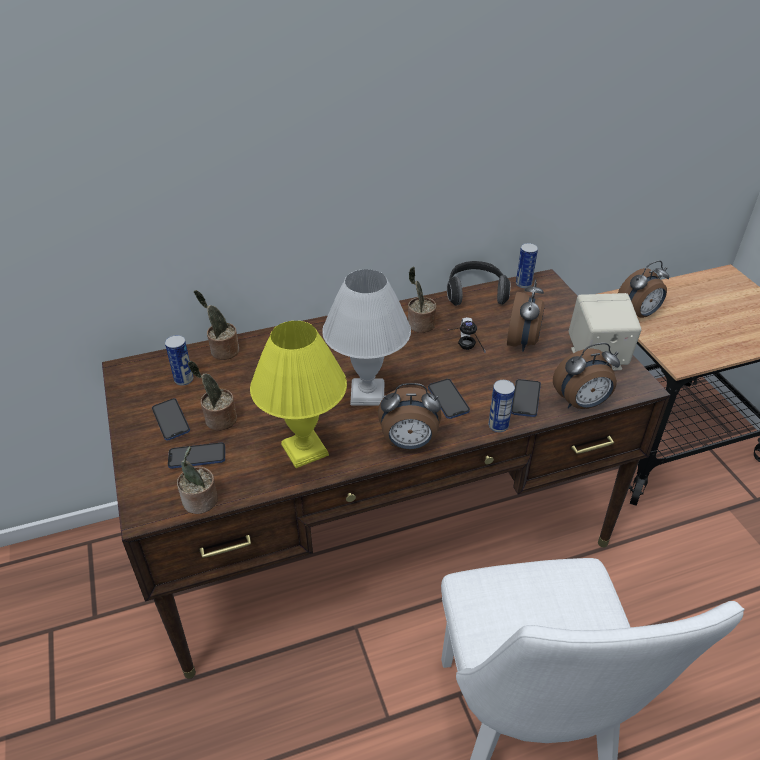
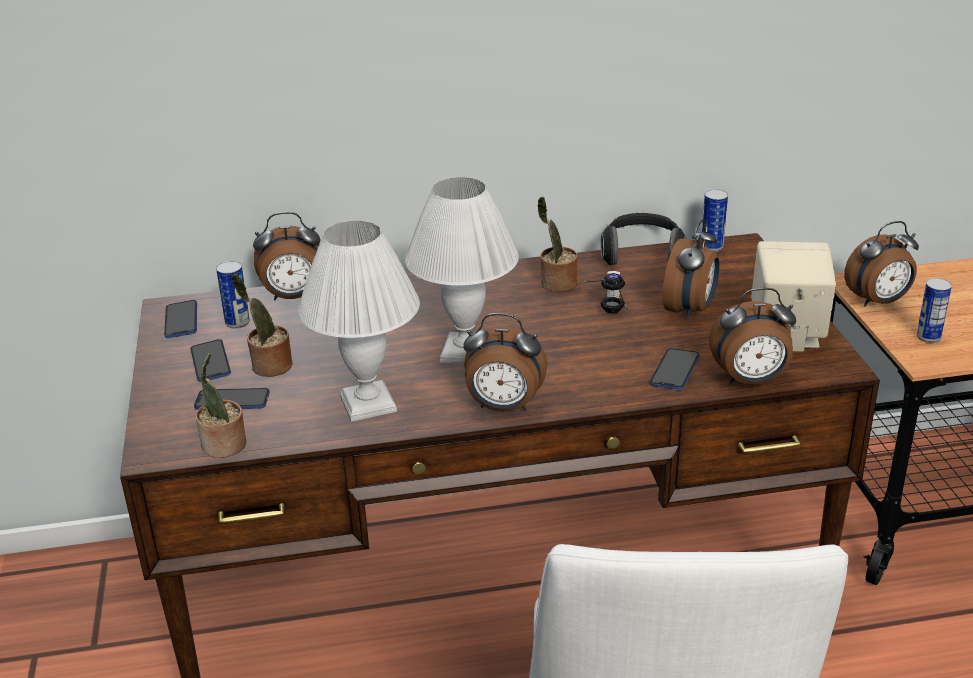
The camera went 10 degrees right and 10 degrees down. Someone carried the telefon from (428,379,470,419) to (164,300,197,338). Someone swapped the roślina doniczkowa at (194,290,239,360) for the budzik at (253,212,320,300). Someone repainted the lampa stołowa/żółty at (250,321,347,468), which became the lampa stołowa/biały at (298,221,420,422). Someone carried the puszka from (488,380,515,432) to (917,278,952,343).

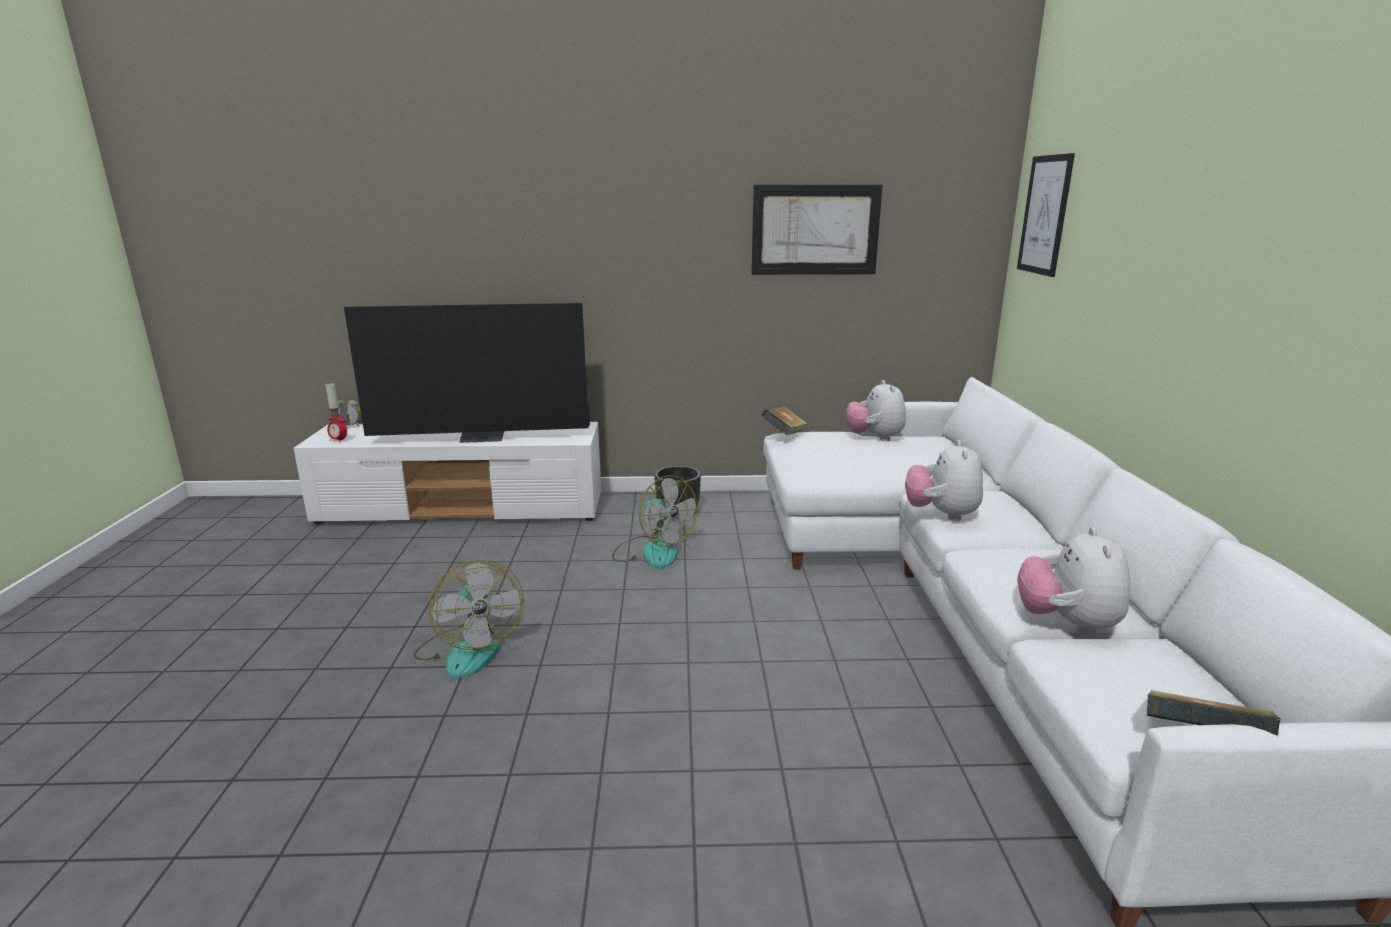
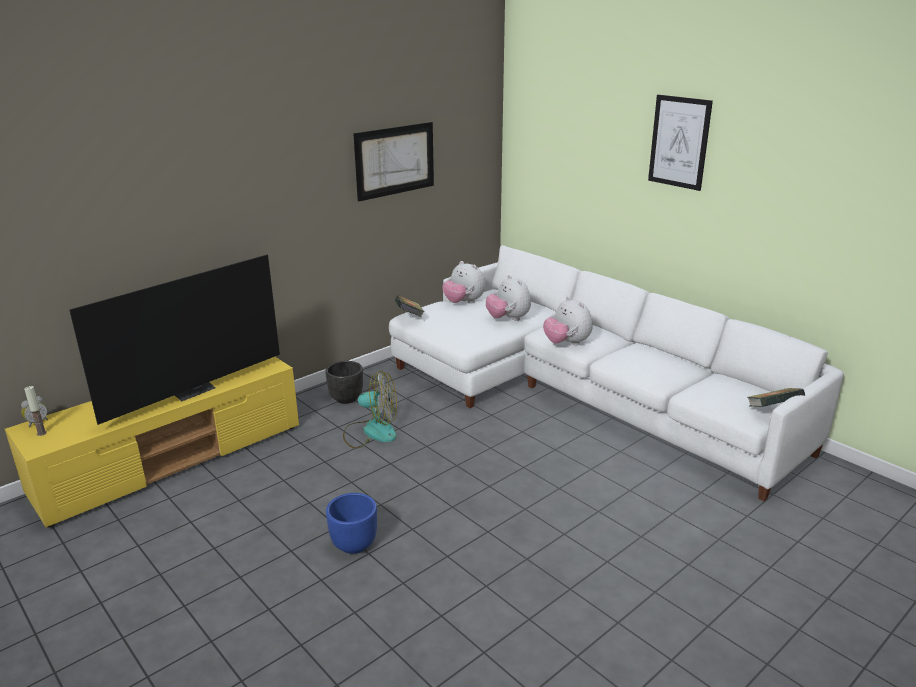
The camera went 40 degrees left and 5 degrees up. Someone repainted the szafka pod telewizor/biały at (293,422,601,524), which became the szafka pod telewizor/żółty at (5,357,299,527). Someone swapped the wentylator at (413,559,524,679) for the donica/niebieski at (326,493,377,554). Someone carried the pluszak from (1017,527,1130,635) to (486,275,531,321). Someone carried the obraz from (1017,153,1075,277) to (648,95,713,191). Someone took away the budzik at (327,412,347,443).

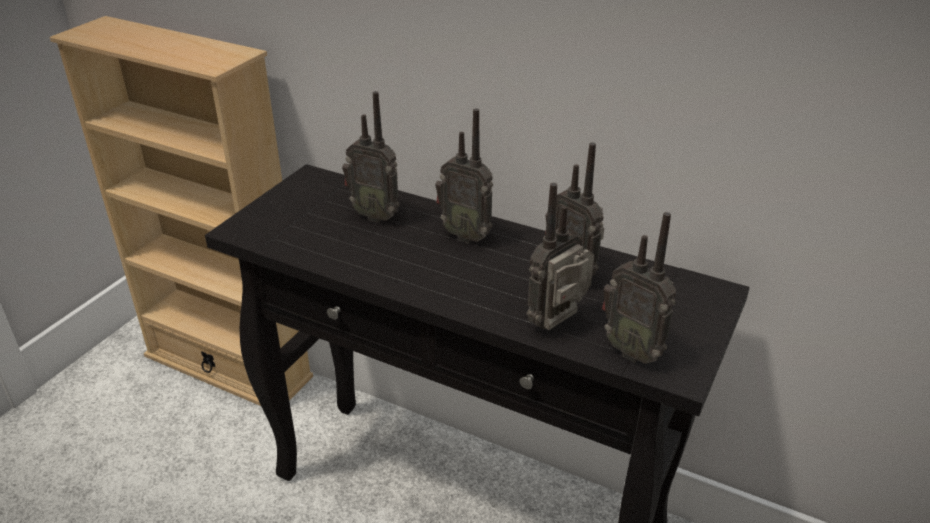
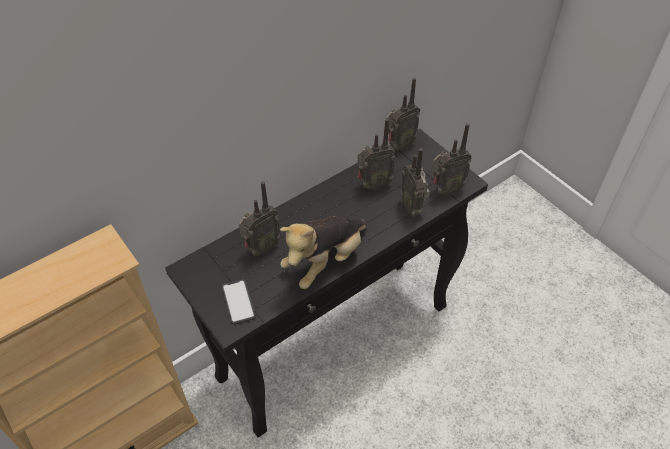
The camera went 65 degrees left and 15 degrees up. Someone put down the telefon at (222,279,256,324). Someone put down the pluszak at (280,215,367,289). Someone carried the radio from (435,108,493,243) to (386,78,420,151).

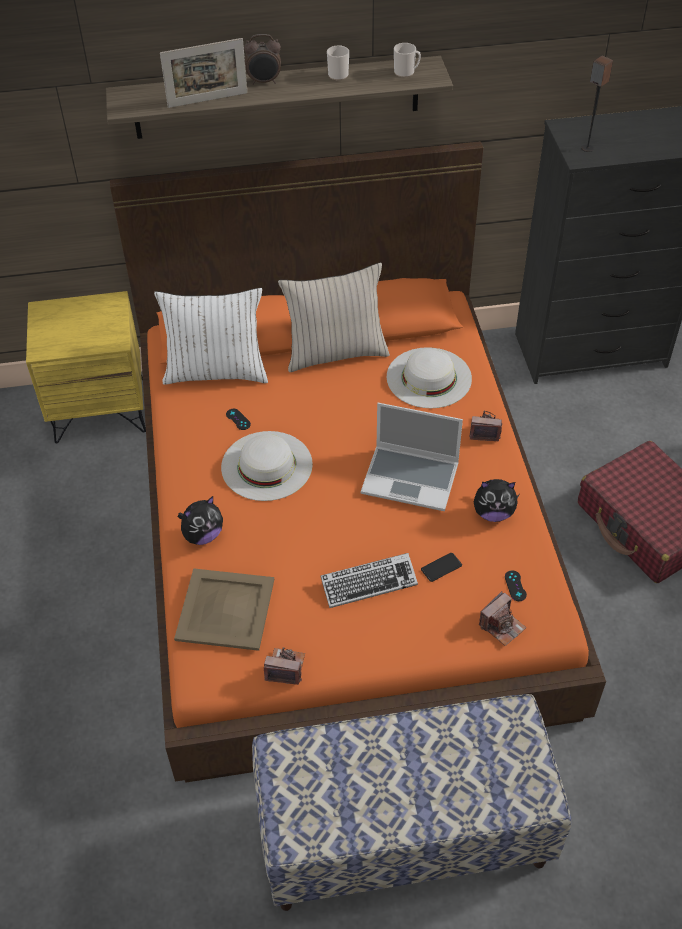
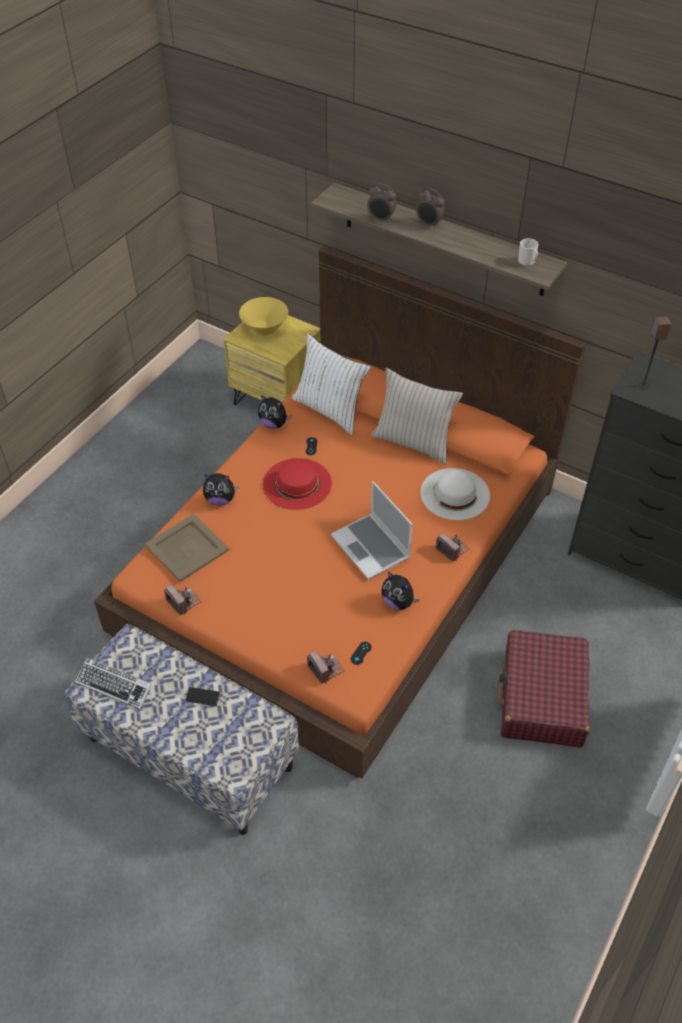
The camera went 40 degrees right and 0 degrees up. Someone carried the klawiatura from (320,553,418,608) to (75,658,152,710). Someone carried the telefon from (421,553,462,582) to (185,687,220,706). Someone put down the miska/żółty at (239,297,288,335). Someone put down the pluszak at (258,395,292,429). Someone repainted the kapelusz/biały at (221,431,313,501), which became the kapelusz/czerwony at (263,458,332,510). Someone rotated the aparat fotograficzny at (479,591,526,646) by 120 degrees counterclockwise. Someone swapped the ramka na zdjęcie at (160,38,247,108) for the budzik at (367,183,396,223). Someone took away the kubek at (327,46,349,80).

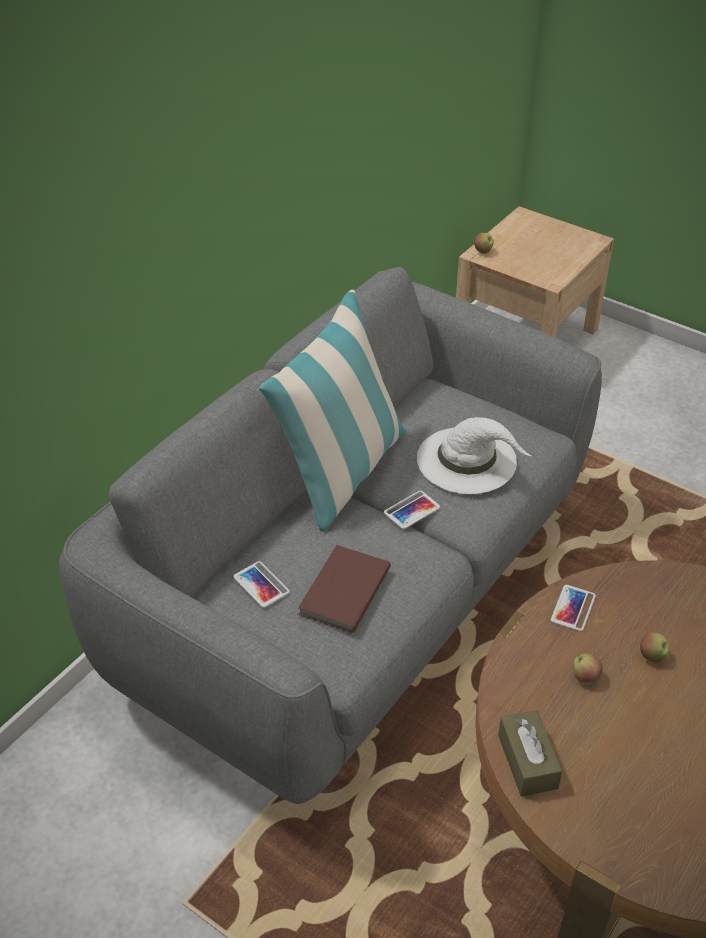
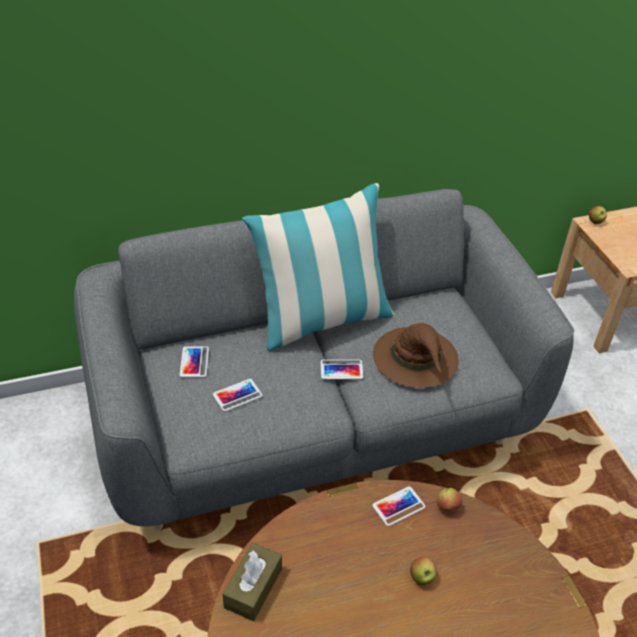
The camera went 35 degrees right and 0 degrees up. Someone swapped the książka/brązowy at (298,545,391,633) for the telefon at (213,379,263,412). Someone repainted the kapelusz/biały at (417,417,531,494), which became the kapelusz/brązowy at (373,323,459,388). Someone carried the jabłko from (573,653,603,684) to (437,488,462,512).

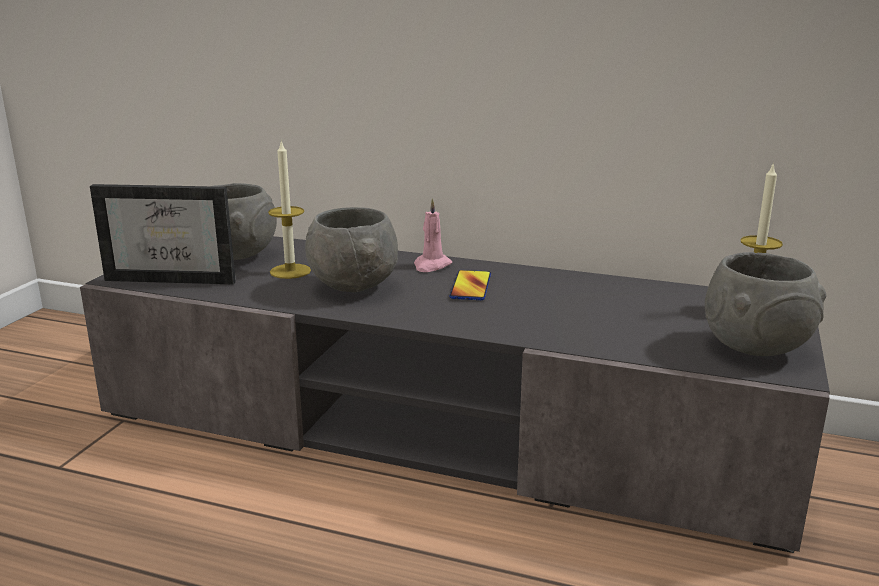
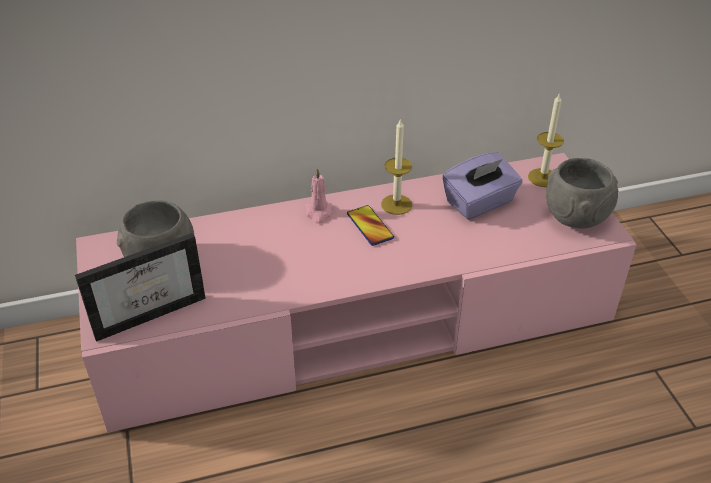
The camera went 35 degrees left and 20 degrees up. Someone repainted the szafka pod telewizor/szary at (80,236,830,553), which became the szafka pod telewizor/różowy at (76,153,637,432). Someone carried the świeca from (268,140,311,279) to (381,118,413,215). Someone put down the pudełko chusteczek/fioletowy at (442,152,523,220). Someone took away the miska/szary at (305,207,398,292).

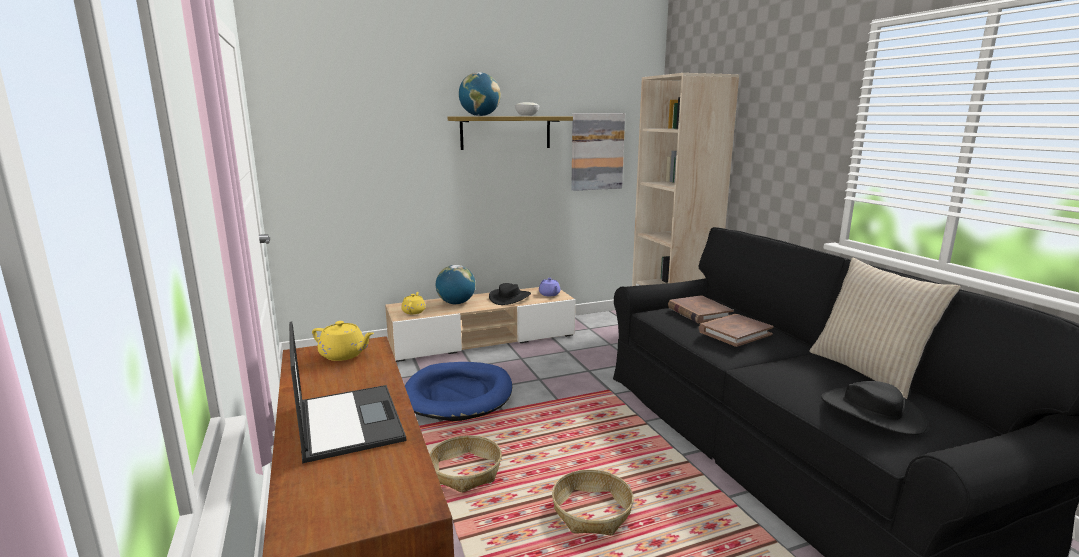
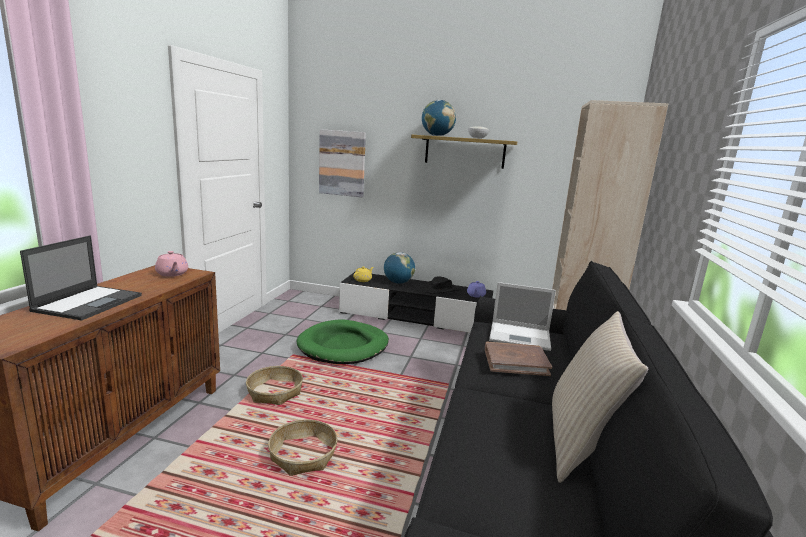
The camera went 35 degrees right and 0 degrees up. Someone repainted the imbryk/żółty at (312,321,374,361), which became the imbryk/różowy at (155,251,188,277). Someone repainted the legowisko/niebieski at (405,362,512,421), which became the legowisko/zielony at (296,319,389,364). Someone carried the obraz from (571,113,625,191) to (319,129,366,197). Someone repainted the szafka pod telewizor/beżowy at (385,287,575,362), which became the szafka pod telewizor/czarny at (339,272,493,333). Someone swapped the książka/brązowy at (668,295,734,323) for the laptop at (489,282,556,351). Someone took away the kapelusz/czarny at (821,381,927,435).

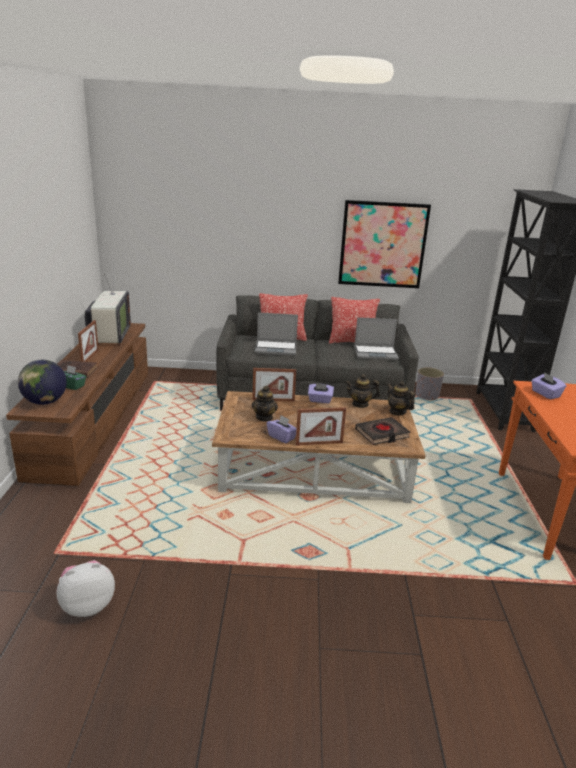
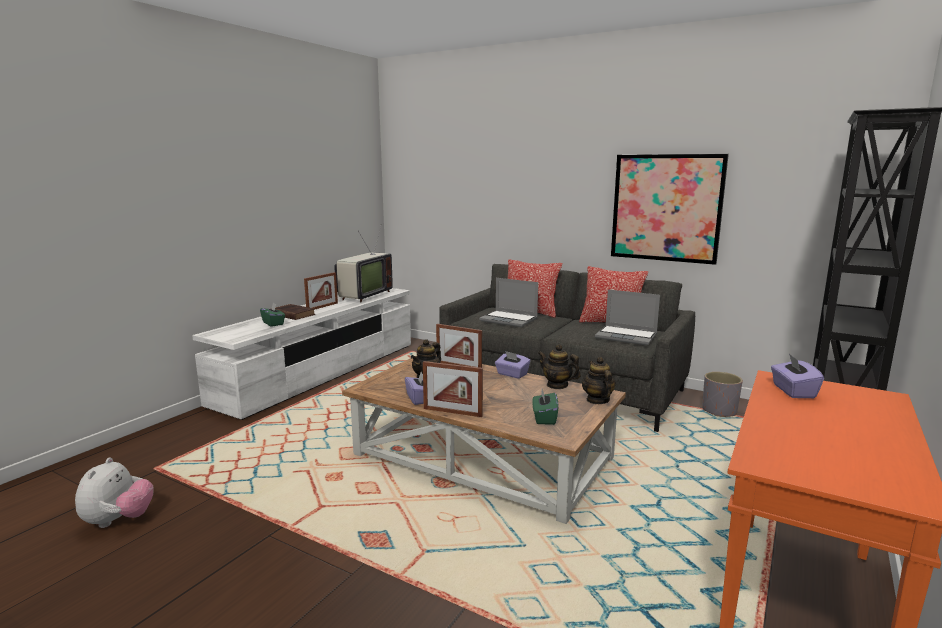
The camera went 30 degrees right and 10 degrees down. Someone rotated the pluszak at (57,560,115,617) by 90 degrees clockwise. Someone repainted the szafka pod telewizor/brązowy at (6,323,148,486), which became the szafka pod telewizor/biały at (192,288,411,420). Someone swapped the książka/czarny at (355,417,411,445) for the pudełko chusteczek/zielony at (533,389,559,425). Someone took away the globus at (18,360,67,405).

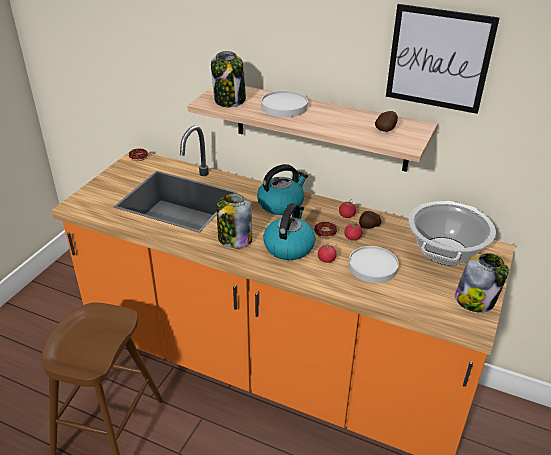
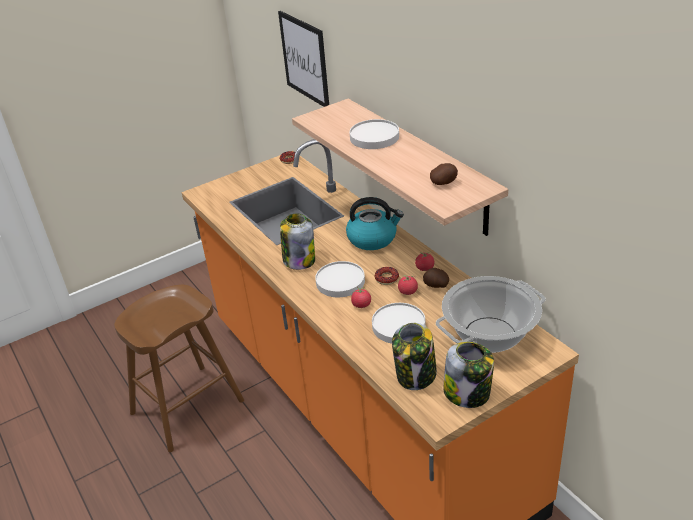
The camera went 35 degrees right and 0 degrees up. Someone carried the obraz from (386,4,500,114) to (278,11,329,107). Someone swapped the czajnik at (263,203,315,260) for the talerz/biały at (315,261,365,297). Someone carried the słoik from (211,51,246,107) to (392,323,437,390).

